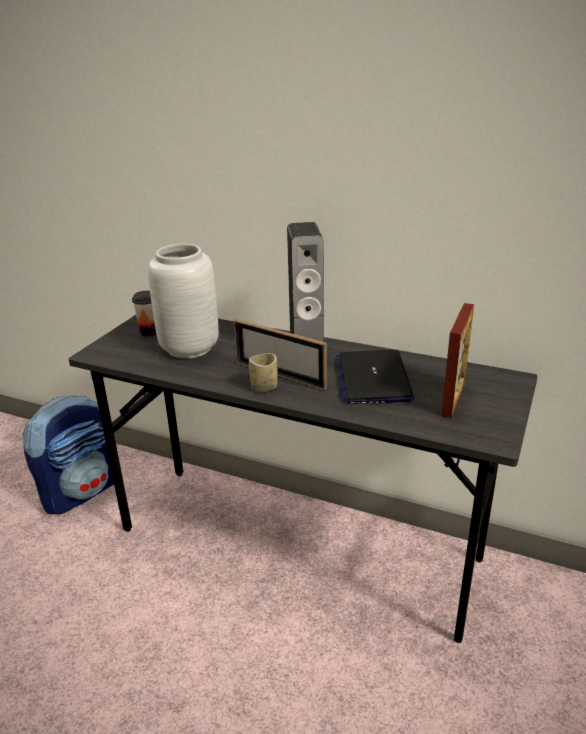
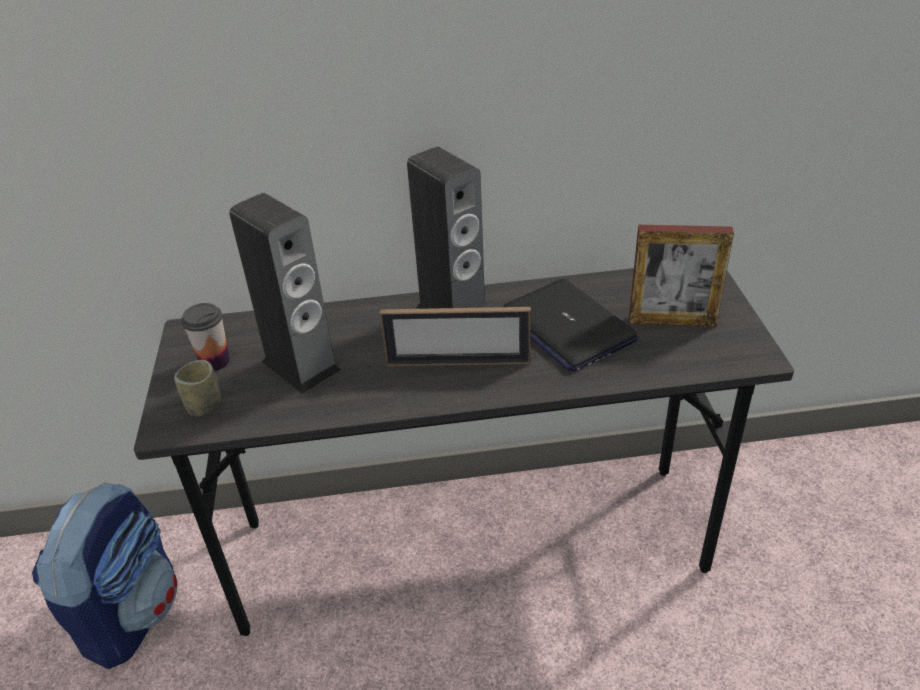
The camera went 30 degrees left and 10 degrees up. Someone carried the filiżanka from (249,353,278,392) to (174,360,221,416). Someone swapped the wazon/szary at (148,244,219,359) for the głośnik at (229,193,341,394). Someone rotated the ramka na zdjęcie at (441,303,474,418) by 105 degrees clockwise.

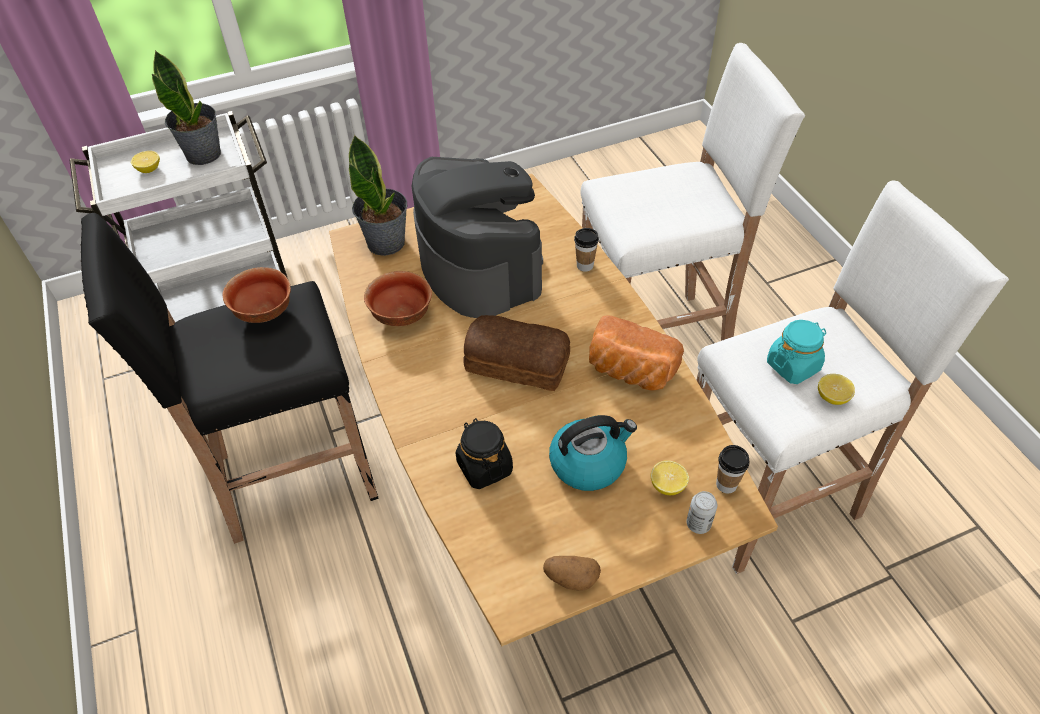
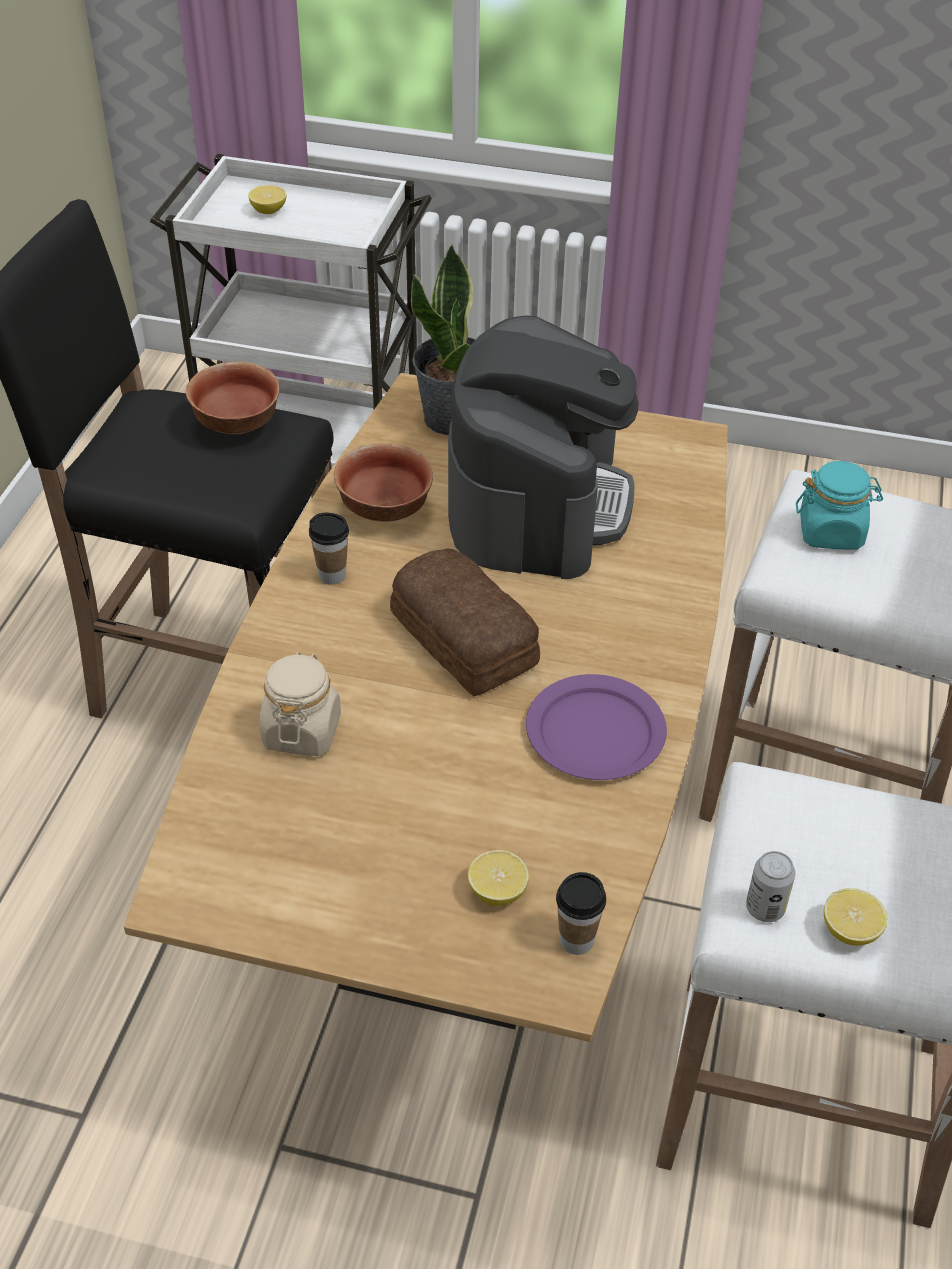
The camera went 35 degrees right and 5 degrees down. Someone repainted the słoik/czarny at (456,418,513,489), which became the słoik/beżowy at (259,651,341,756). Someone carried the filiżanka from (574,228,599,272) to (309,513,349,585). Someone swapped the chleb at (589,316,684,391) for the talerz/fioletowy at (526,674,667,780). Someone carried the puszka from (686,491,717,534) to (746,851,795,922). Someone carried the słoik/turkusowy from (767,320,826,384) to (796,461,883,549). Someone took away the roślina doniczkowa at (152,50,221,165). Someone took away the ziemniak at (543,556,601,591). Someone took away the czajnik at (549,415,637,491).

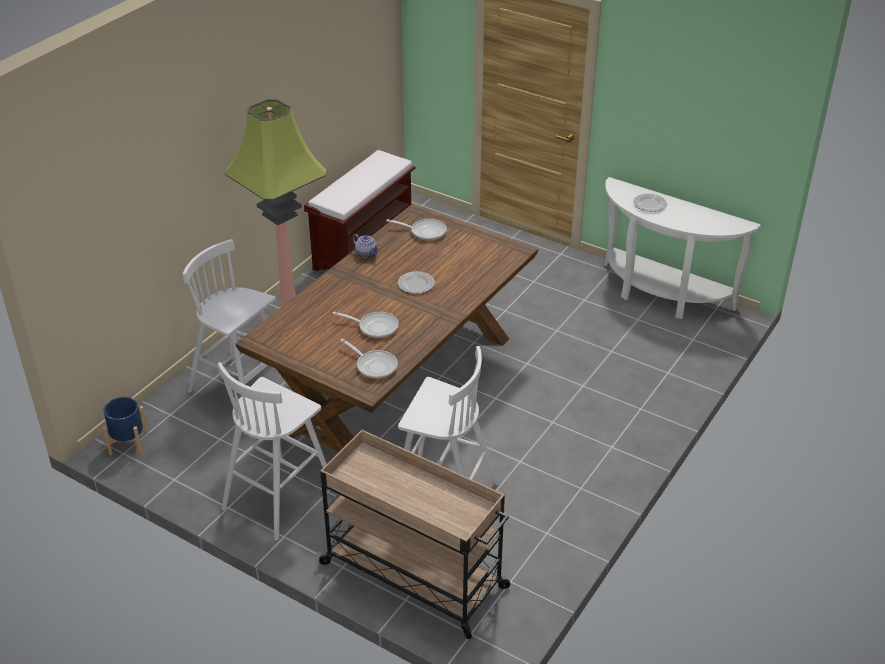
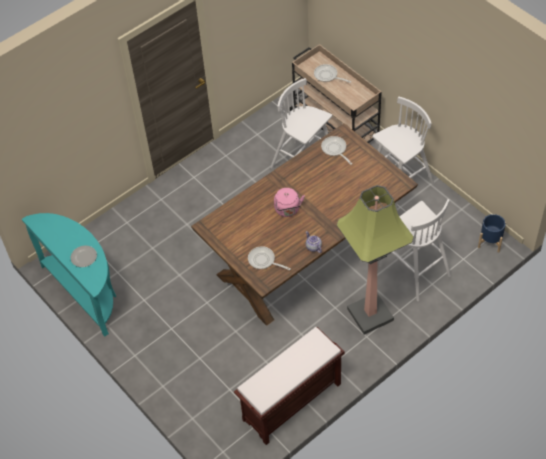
The camera went 160 degrees left and 15 degrees up. Someone repainted the stolik konsolowy/biały at (604,177,761,319), which became the stolik konsolowy/turkusowy at (22,213,116,337). Someone swapped the talerz at (398,271,435,294) for the czajnik/różowy at (274,188,305,217). Someone carried the patelnia from (332,312,399,338) to (314,64,351,83).

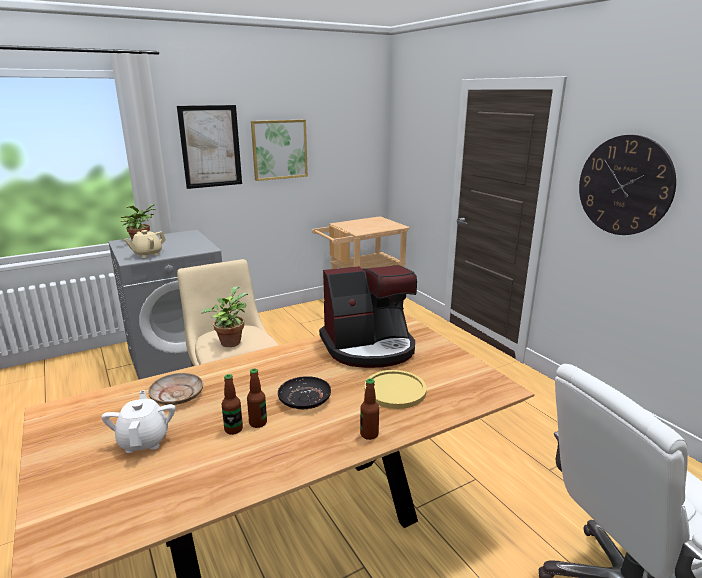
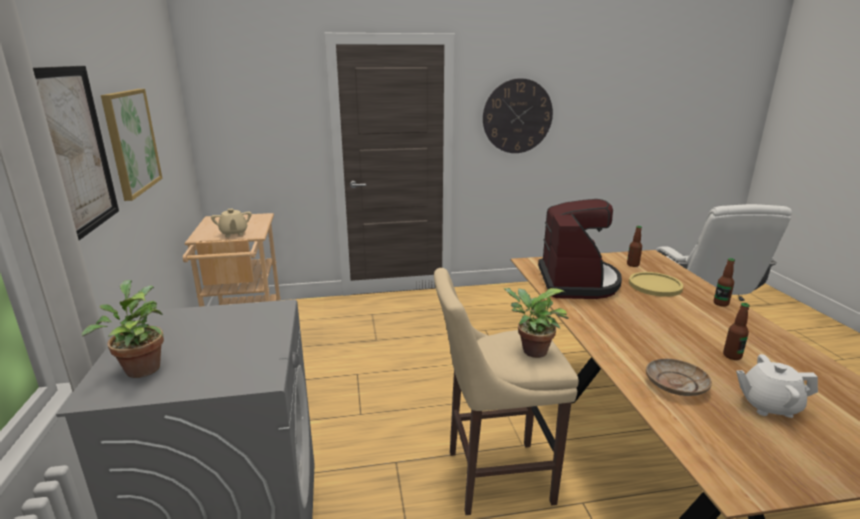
The camera went 70 degrees left and 0 degrees up. Someone carried the imbryk/beżowy from (124,230,166,258) to (211,208,252,237). Someone carried the butelka from (247,368,267,428) to (627,226,642,267). Someone took away the talerz/czarny at (278,376,331,409).

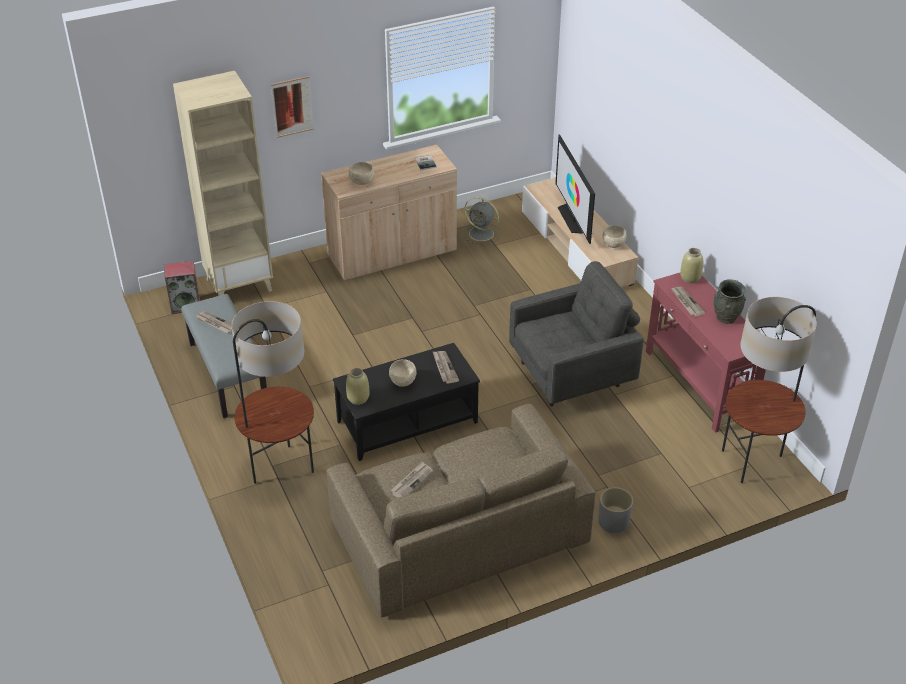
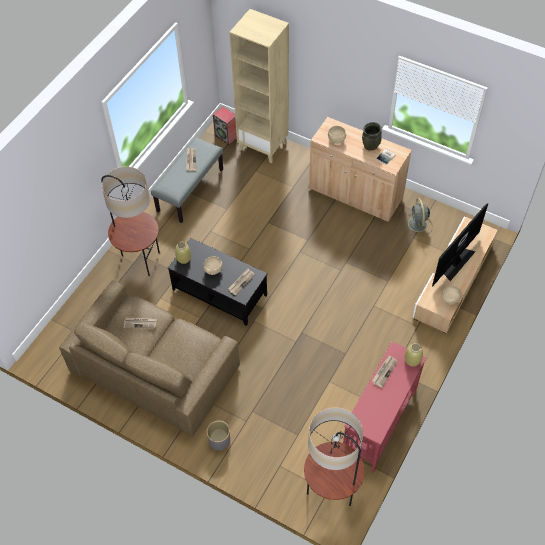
The camera went 55 degrees right and 15 degrees up. Someone carried the wazon/szary from (714,279,746,324) to (362,122,382,151). Someone took away the obraz at (271,76,314,138). Someone took away the fotel/szary at (509,261,644,406).

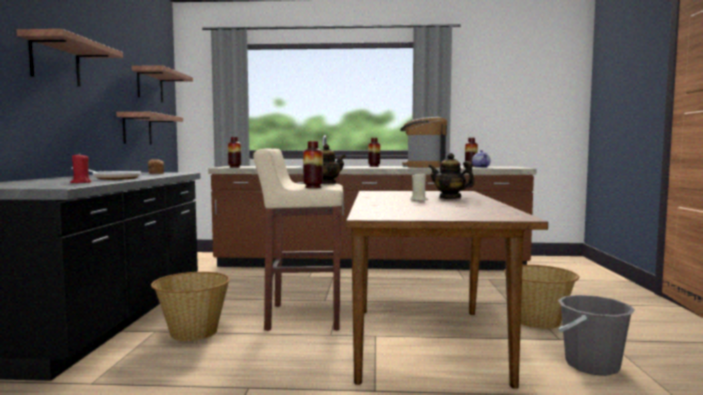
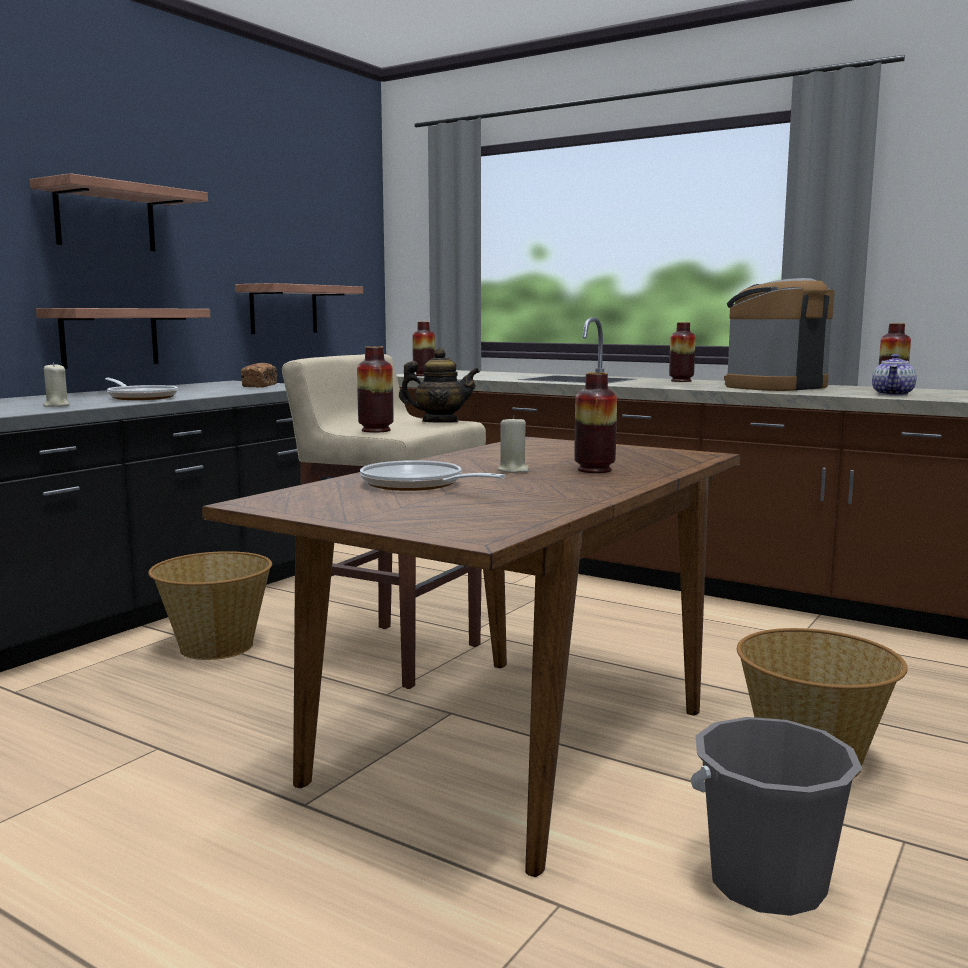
The camera went 30 degrees right and 5 degrees up. Someone carried the półka from (132,65,193,103) to (36,308,210,369). Someone repainted the świeca/czerwony at (70,153,92,183), which became the świeca/beżowy at (43,363,70,407). Someone put down the patelnia at (360,460,505,491). Someone swapped the imbryk at (428,153,475,199) for the wazon at (574,372,617,473).

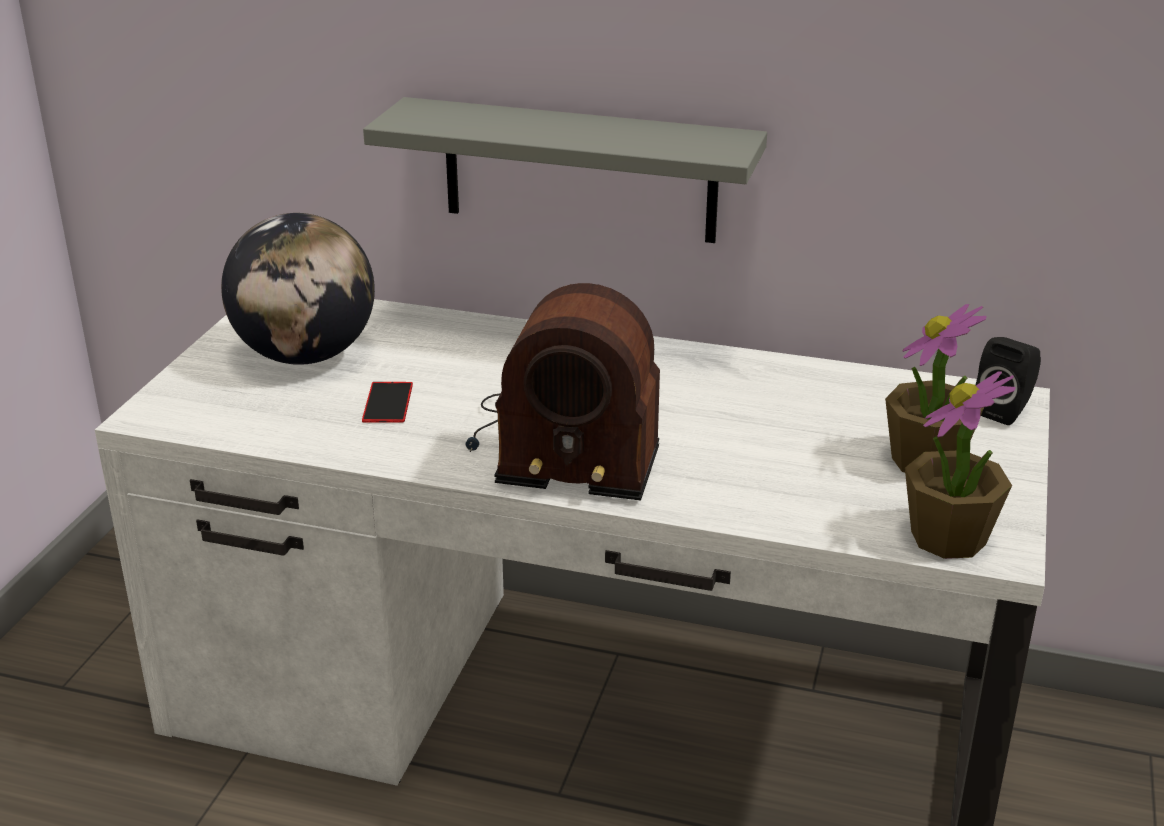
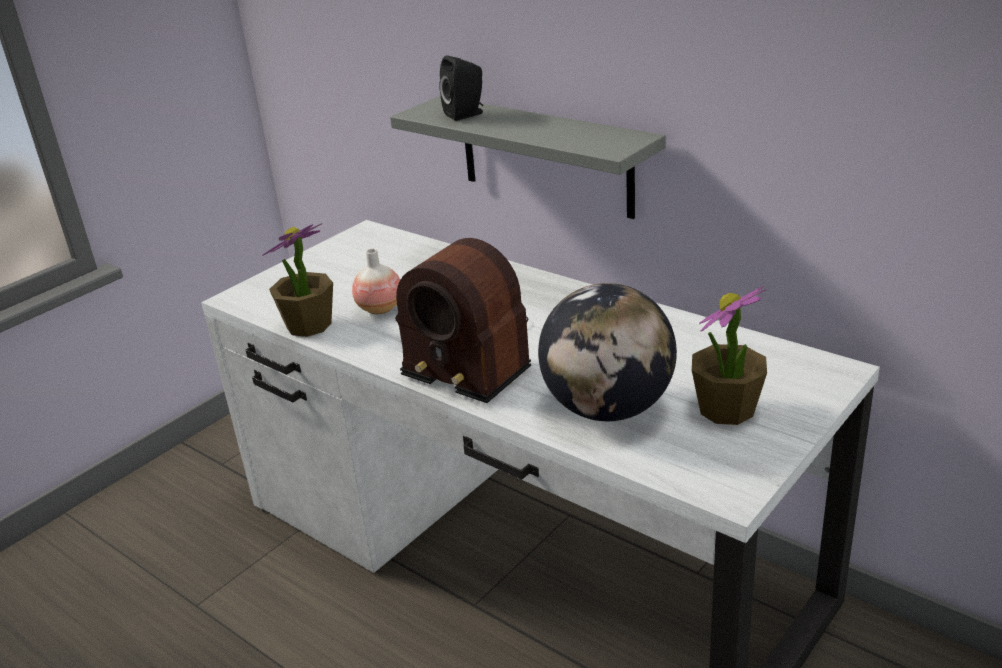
The camera went 25 degrees right and 0 degrees up. Someone carried the roślina doniczkowa from (905,372,1016,559) to (262,223,333,337). Someone swapped the telefon at (362,382,413,423) for the wazon at (352,249,400,314). Someone carried the głośnik/czarny from (976,337,1041,425) to (439,55,483,121). Someone carried the globus from (221,213,375,365) to (538,283,677,421).

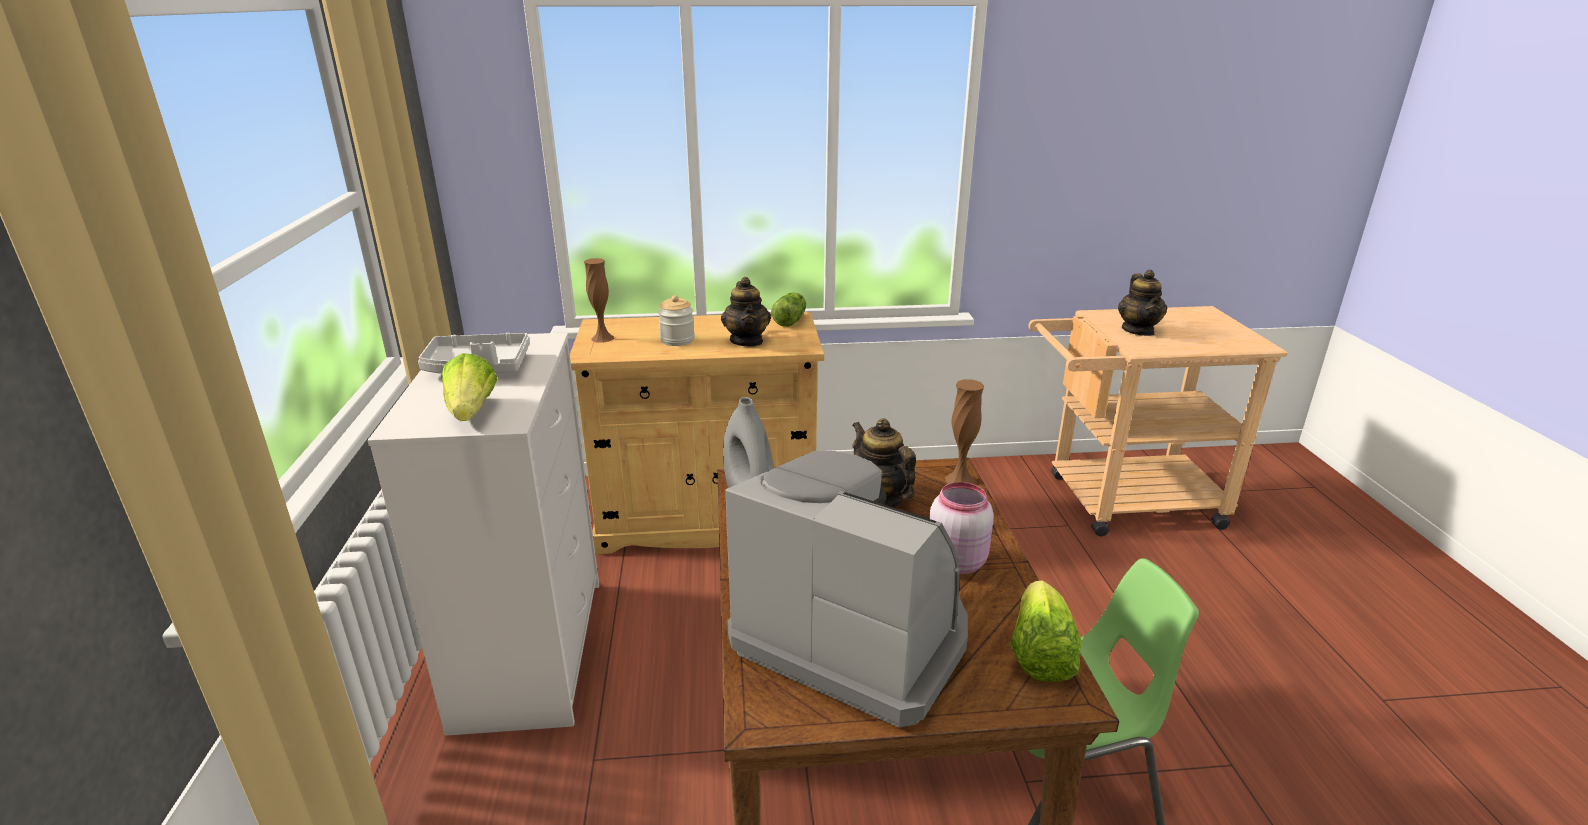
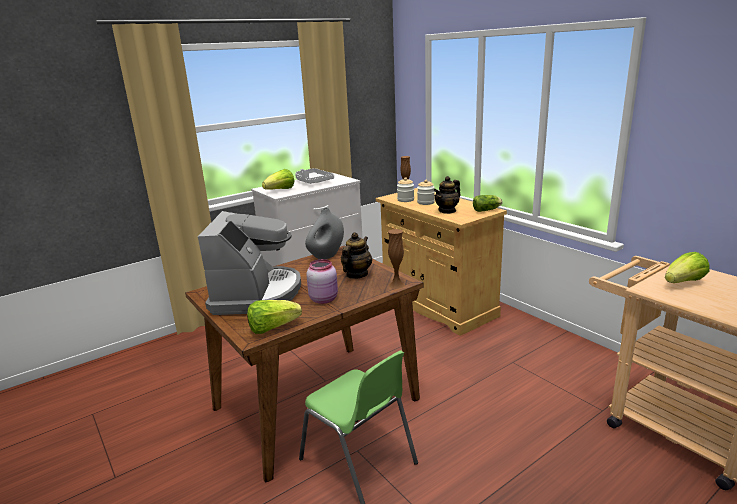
The camera went 60 degrees right and 5 degrees down. Someone put down the słoik at (397,177,414,202). Someone swapped the imbryk at (1118,270,1167,336) for the sałata at (665,252,710,283).

